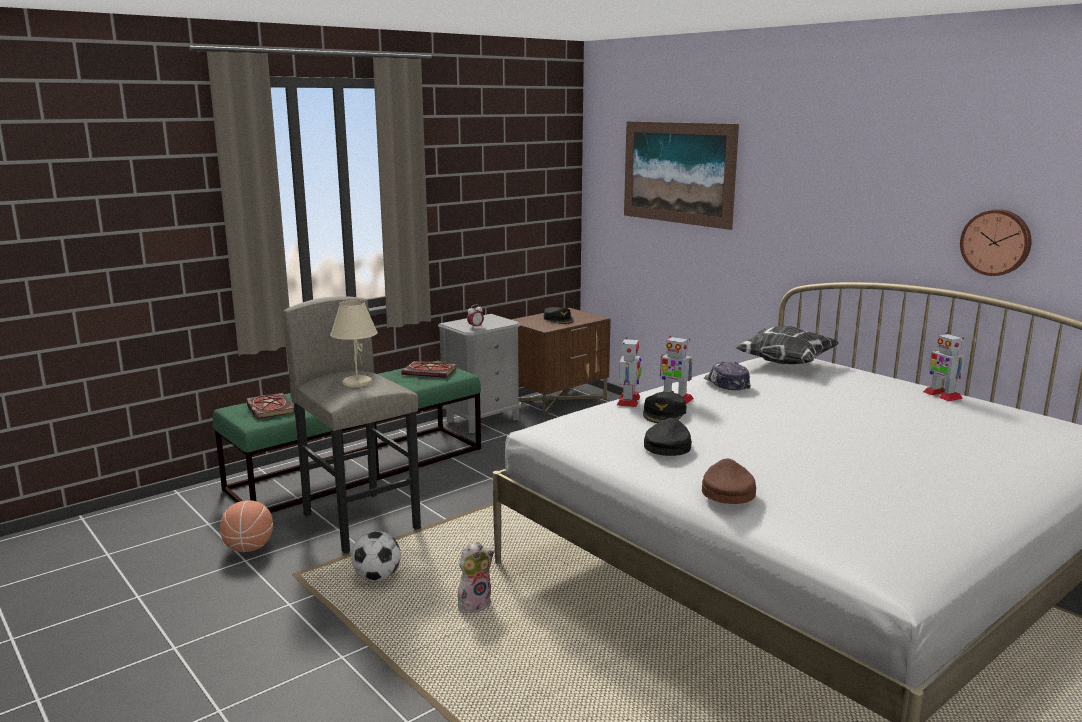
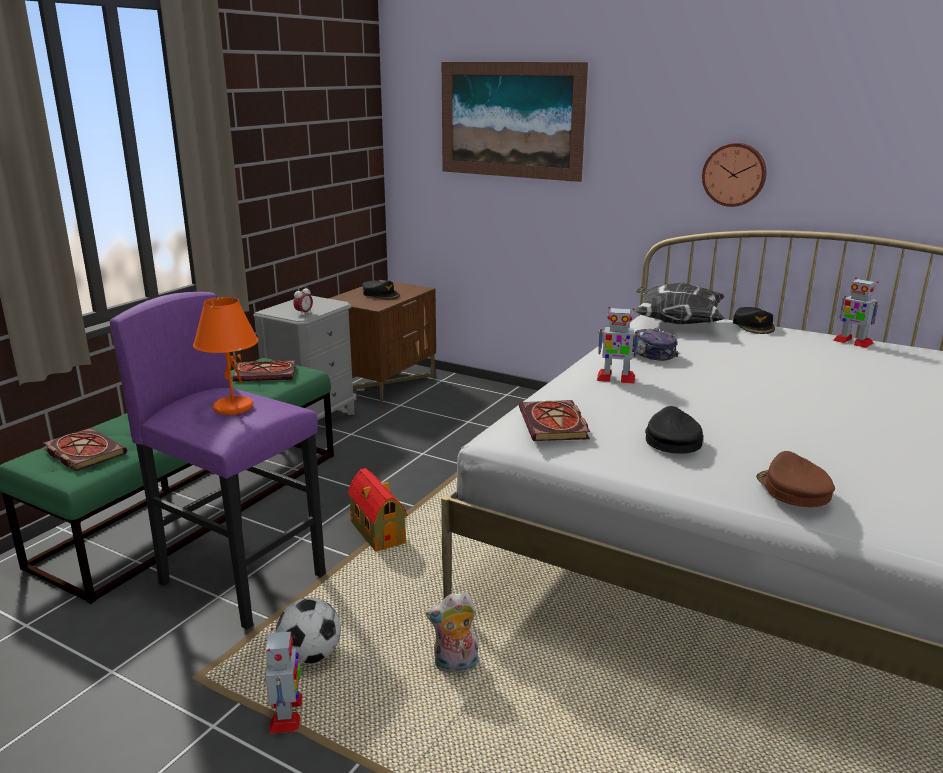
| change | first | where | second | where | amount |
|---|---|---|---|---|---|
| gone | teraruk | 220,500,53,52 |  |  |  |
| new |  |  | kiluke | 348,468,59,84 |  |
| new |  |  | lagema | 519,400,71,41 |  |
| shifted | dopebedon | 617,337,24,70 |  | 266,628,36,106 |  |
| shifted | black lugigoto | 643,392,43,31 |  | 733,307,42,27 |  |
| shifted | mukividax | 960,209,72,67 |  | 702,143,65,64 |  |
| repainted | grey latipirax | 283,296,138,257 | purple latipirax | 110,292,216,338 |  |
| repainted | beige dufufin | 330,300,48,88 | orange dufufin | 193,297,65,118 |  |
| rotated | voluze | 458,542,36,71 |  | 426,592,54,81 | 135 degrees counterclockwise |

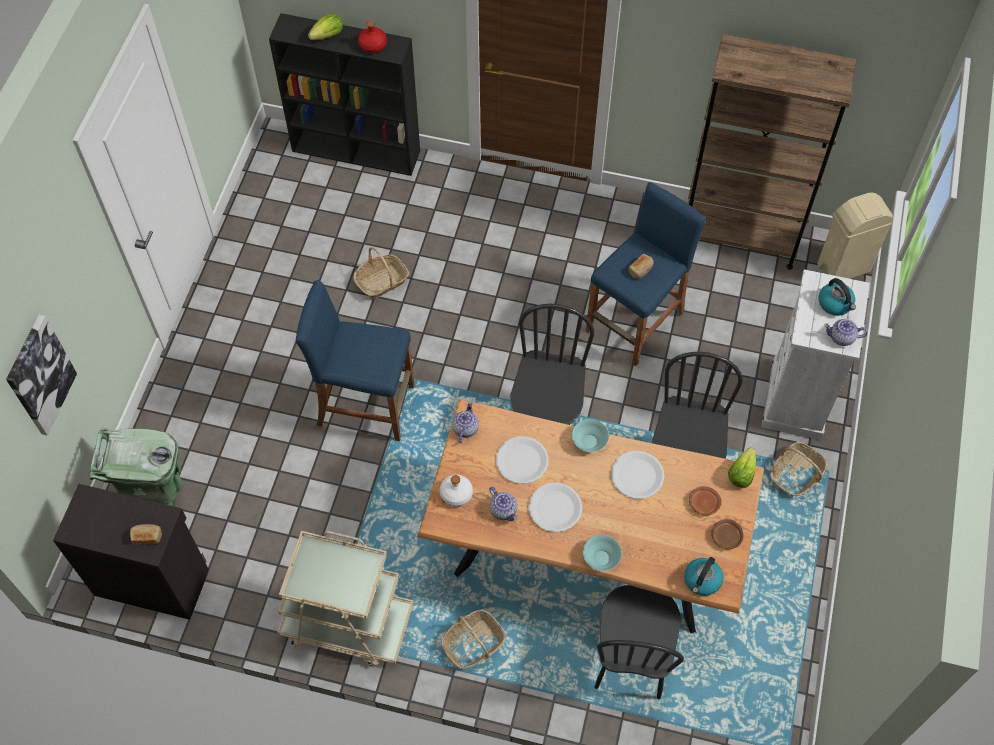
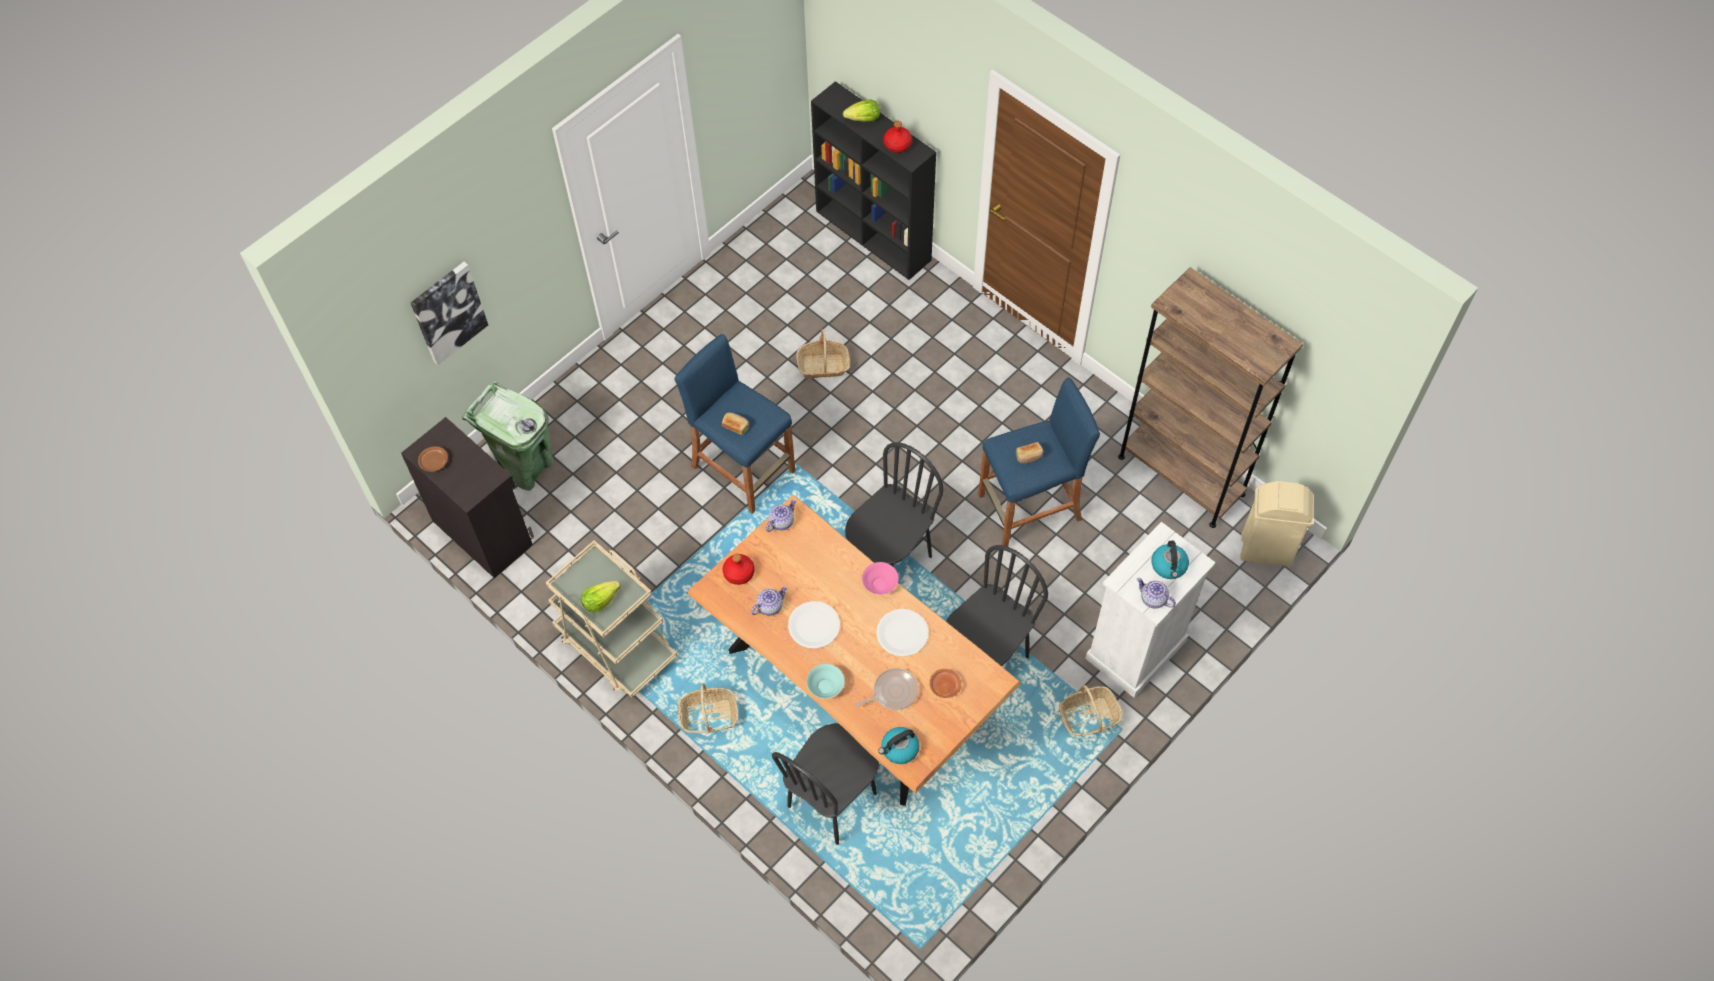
| change | first | where | second | where | amount |
|---|---|---|---|---|---|
| gone | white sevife | 496,436,53,48 |  |  |  |
| new |  |  | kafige | 855,668,63,42 |  |
| shifted | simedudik | 130,524,32,20 |  | 722,413,27,22 |  |
| shifted | brown sevife | 711,519,33,30 |  | 418,446,30,26 |  |
| shifted | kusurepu | 728,448,28,40 |  | 581,581,40,32 |  |
| repainted | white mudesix | 440,475,33,32 | red mudesix | 723,554,32,31 |  |
| repainted | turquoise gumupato | 572,419,37,33 | pink gumupato | 862,562,37,33 |  |
| rotated | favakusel | 489,487,29,34 |  | 751,586,37,30 | 120 degrees counterclockwise |

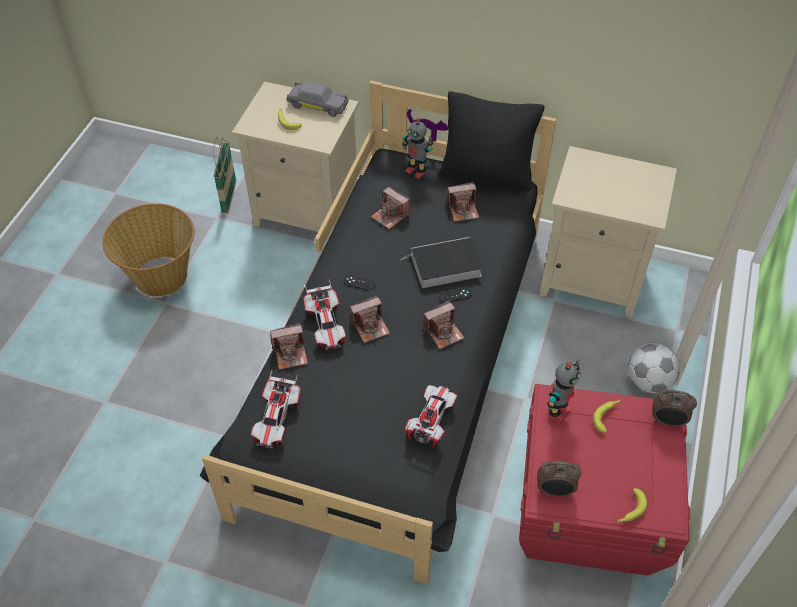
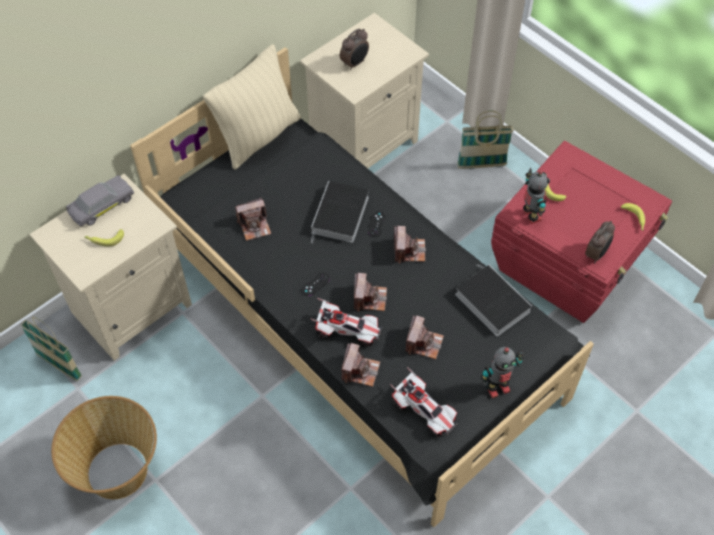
| change | first | where | second | where | amount |
|---|---|---|---|---|---|
| shifted | dopebedon | 402,118,32,61 |  | 481,347,43,51 |  |
| shifted | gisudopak | 446,182,33,40 |  | 406,315,38,44 |  |
| shifted | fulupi | 652,390,45,38 |  | 340,29,29,41 |  |
| swapped | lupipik | 405,384,52,65 | lagema | 455,264,77,72 |  |
| swapped | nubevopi | 628,343,52,50 | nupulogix | 457,111,57,58 |  |
| repainted | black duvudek | 439,91,105,101 | beige duvudek | 203,44,98,126 |  |

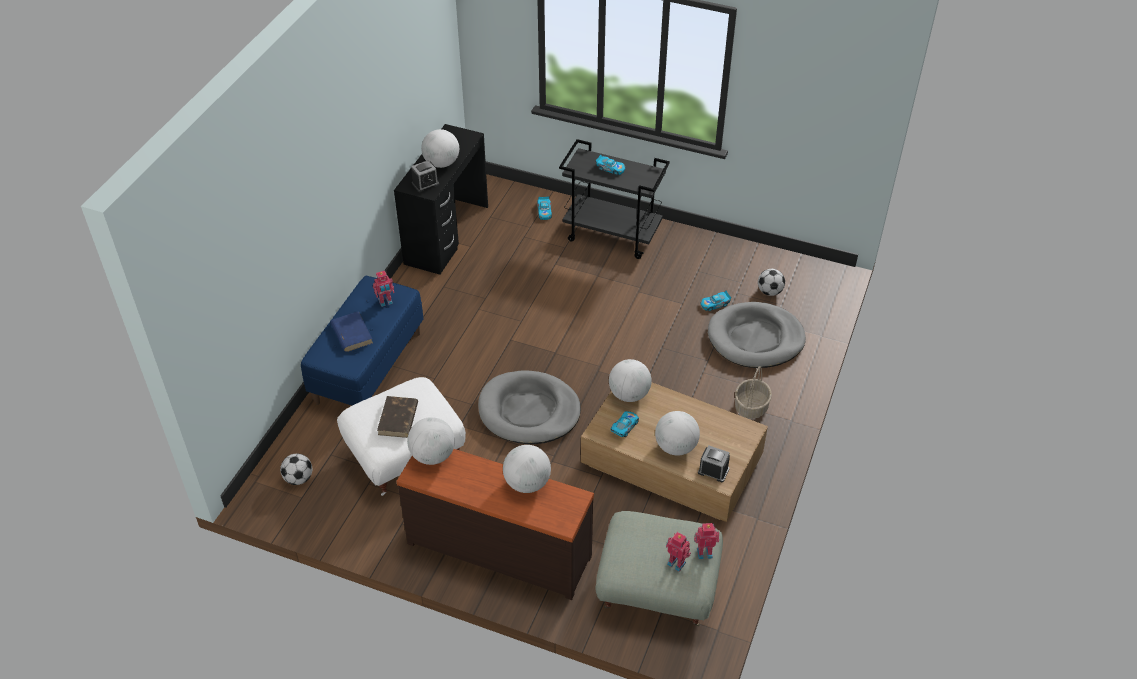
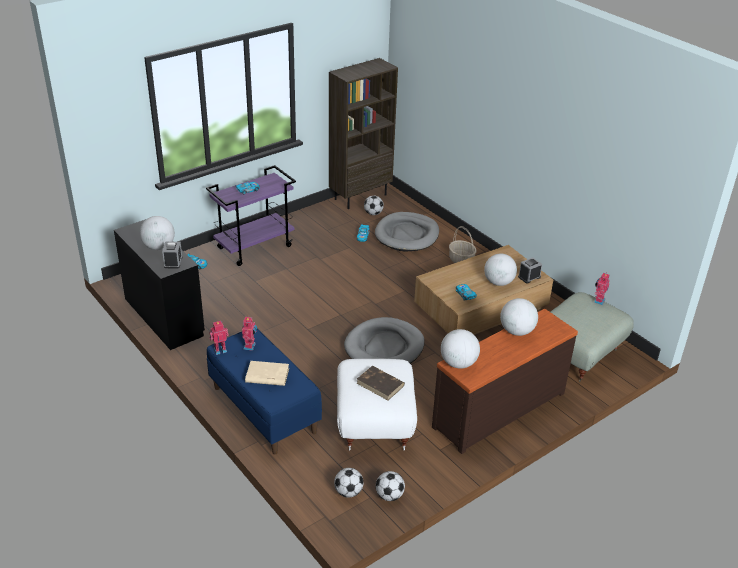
| change | first | where | second | where | amount |
|---|---|---|---|---|---|
| gone | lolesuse | 609,359,43,43 |  |  |  |
| new |  |  | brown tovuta | 329,58,69,151 |  |
| new |  |  | nubevopi | 376,471,29,30 |  |
| shifted | dopebedon | 666,532,25,39 |  | 209,321,20,34 |  |
| repainted | blue lagema | 330,311,43,41 | beige lagema | 245,361,44,25 |  |
| repainted | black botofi | 559,139,111,120 | purple botofi | 206,165,90,101 |  |

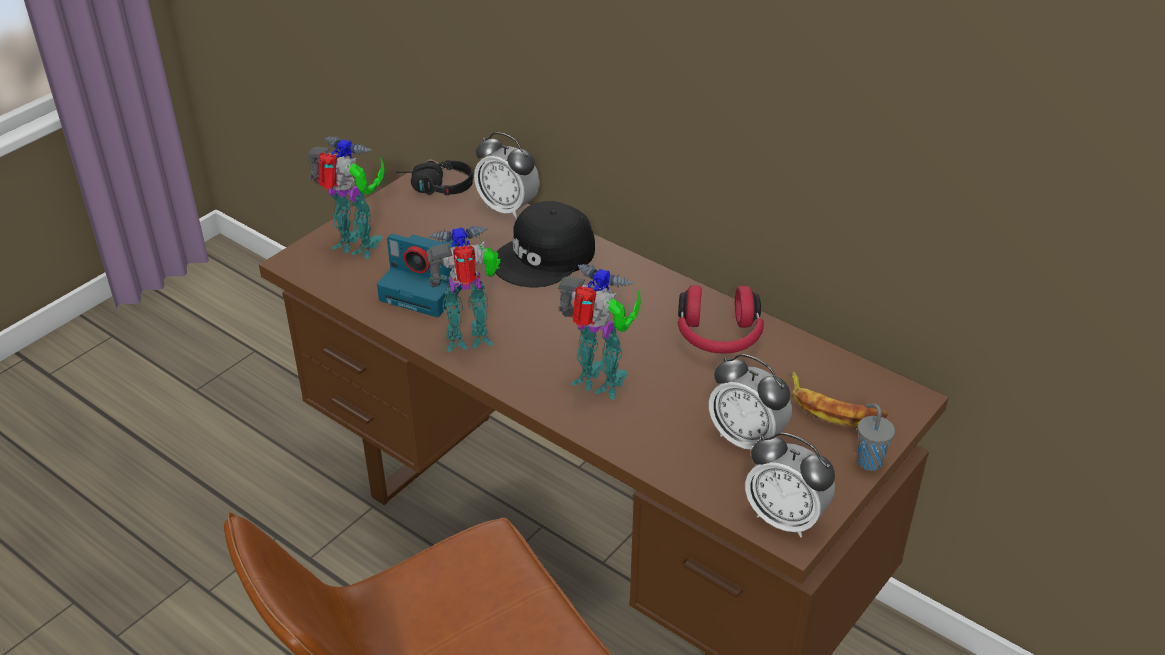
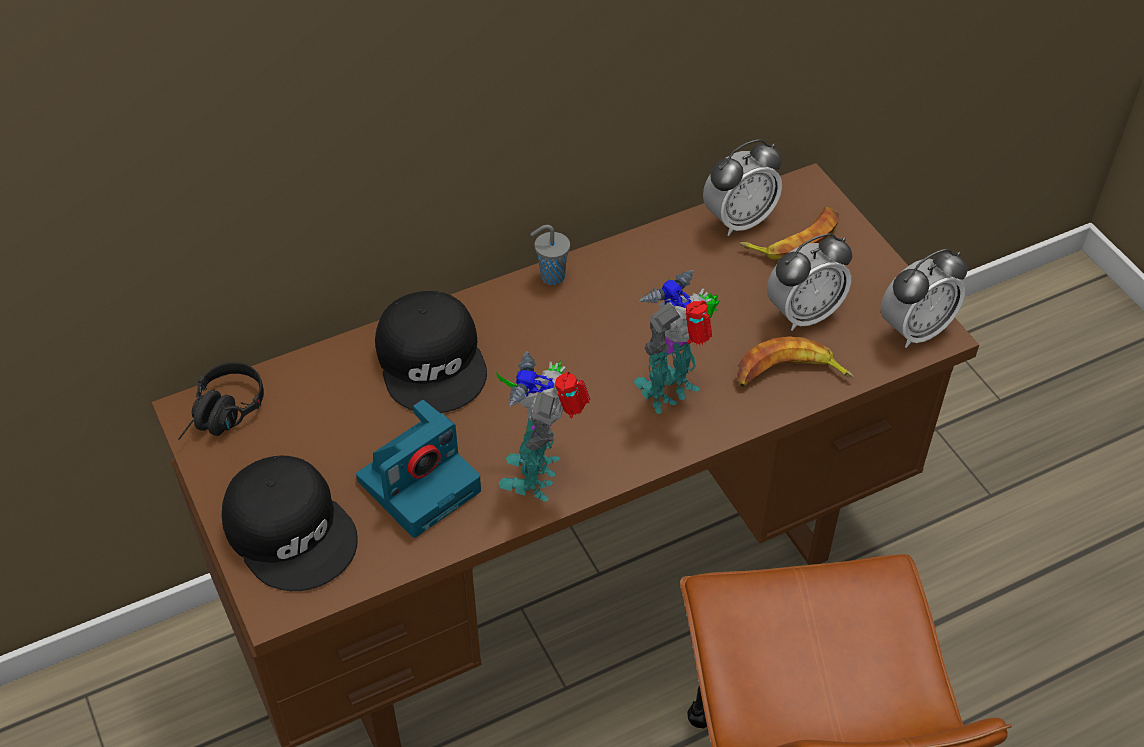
| change | first | where | second | where | amount |
|---|---|---|---|---|---|
| gone | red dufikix | 678,285,86,69 |  |  |  |
| new |  |  | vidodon | 737,336,118,51 |  |
| shifted | fulupi | 474,132,66,87 |  | 703,139,79,97 |  |
| shifted | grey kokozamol | 857,403,38,68 |  | 530,225,40,60 |  |
| swapped | dopebedon | 306,136,79,123 | black lugigoto | 222,456,136,135 |  |

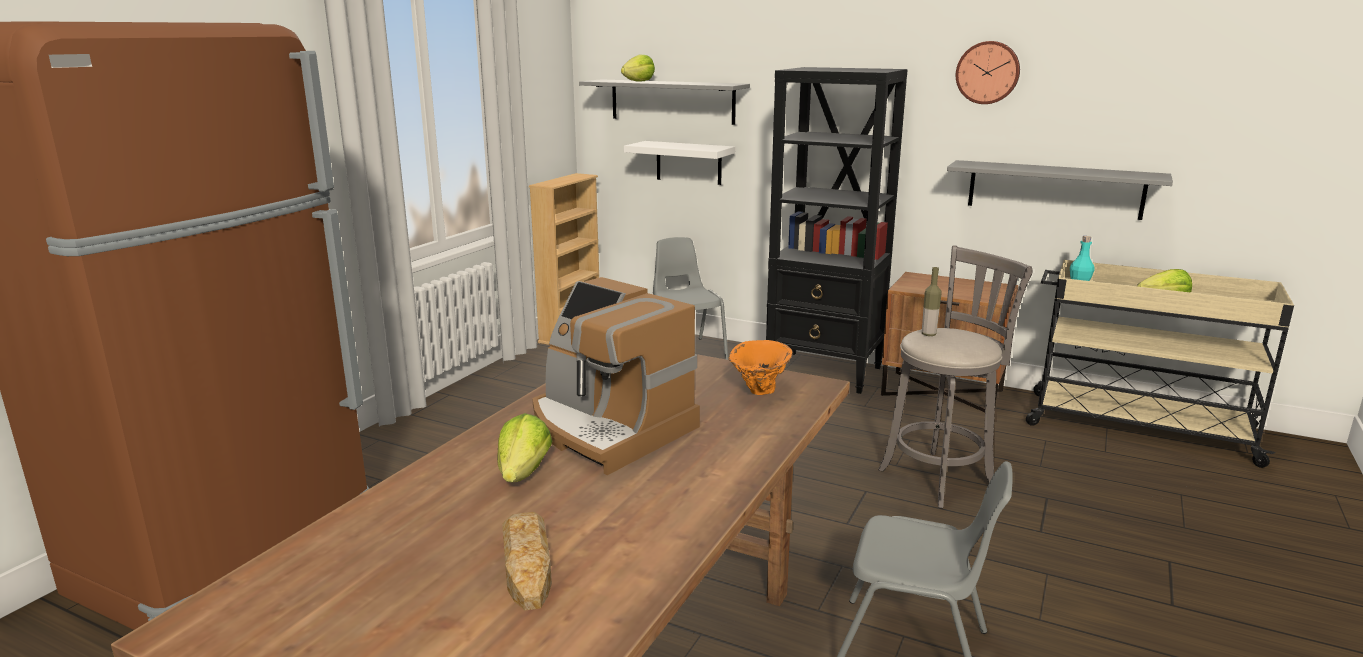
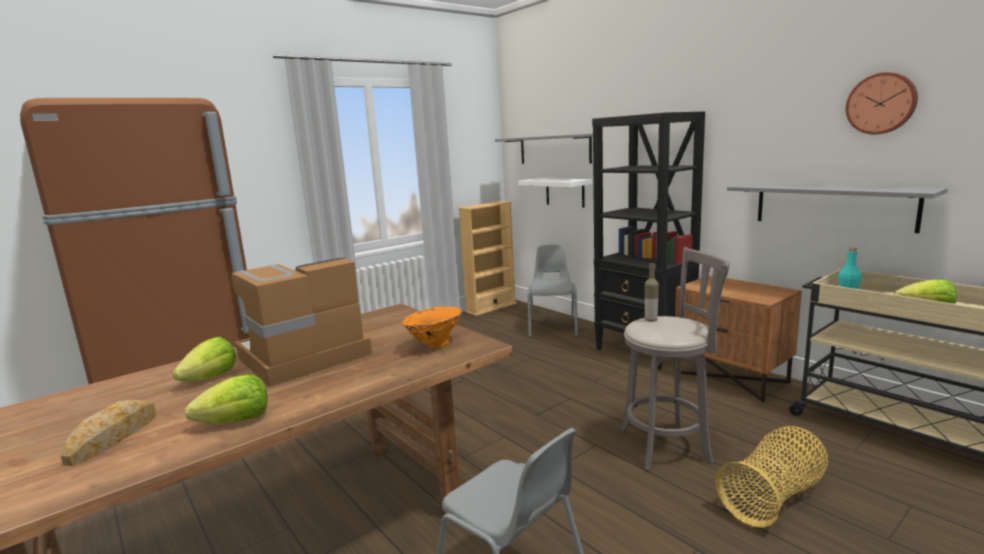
| change | first | where | second | where | amount |
|---|---|---|---|---|---|
| new |  |  | nupulogix | 715,426,113,102 |  |
| shifted | kusurepu | 621,54,34,27 |  | 185,374,83,50 |  |
| shifted | mukividax | 956,41,64,63 |  | 846,72,72,63 |  |
| rotated | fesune | 532,277,168,198 |  | 232,257,140,130 | 75 degrees clockwise |

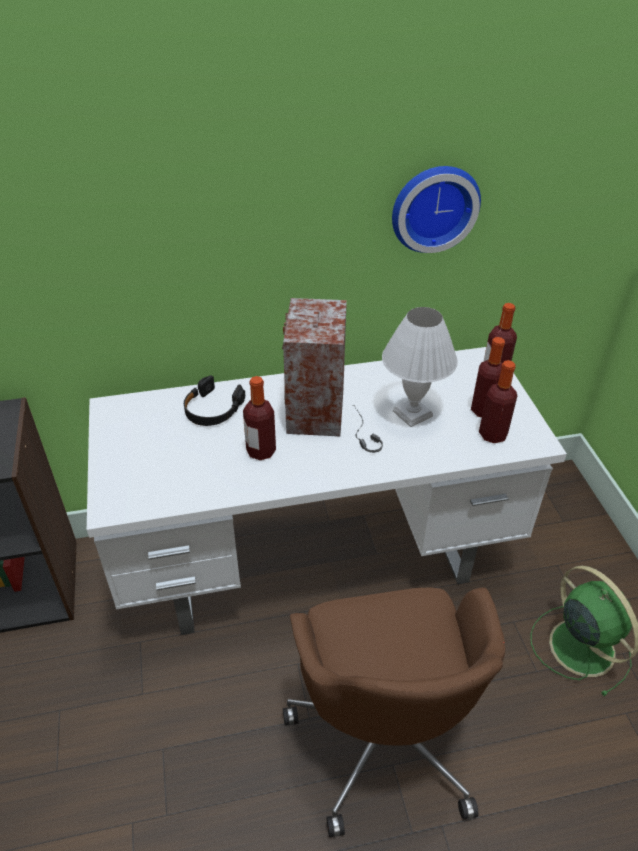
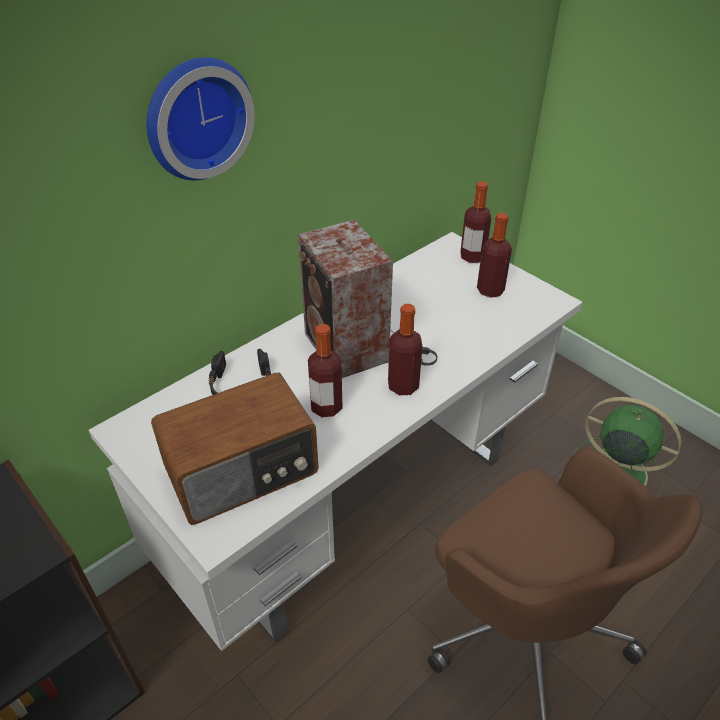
| change | first | where | second | where | amount |
|---|---|---|---|---|---|
| gone | white dufufin | 382,307,76,120 |  |  |  |
| new |  |  | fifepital | 151,373,168,152 |  |
| shifted | mukividax | 392,166,89,87 |  | 147,57,108,124 |  |
| shifted | mudesix | 479,360,38,83 |  | 388,304,34,91 |  |

